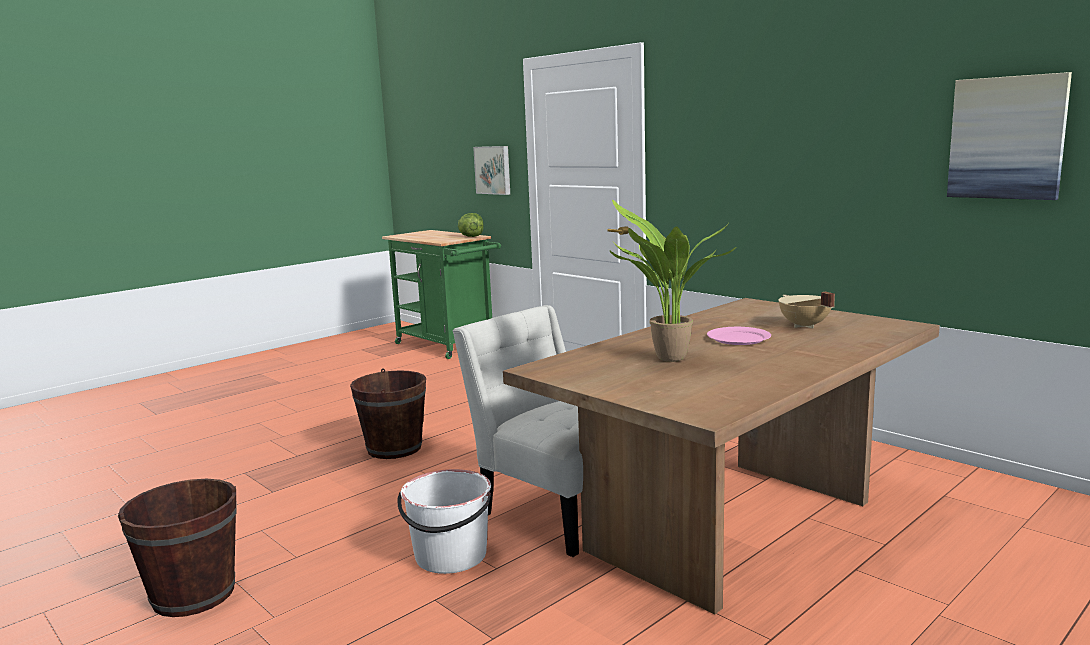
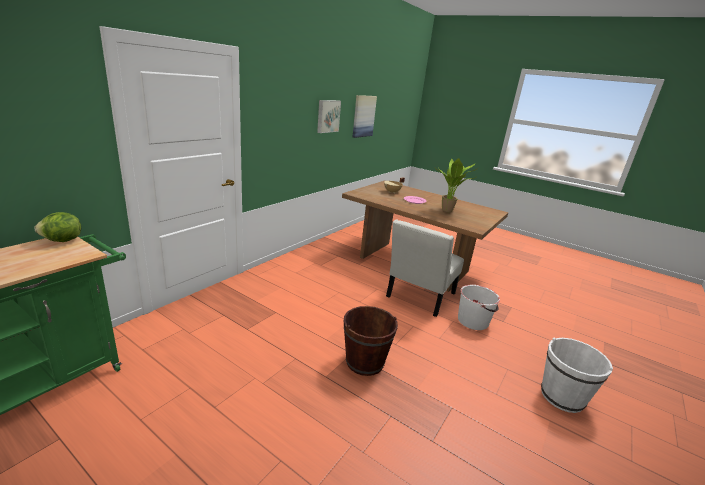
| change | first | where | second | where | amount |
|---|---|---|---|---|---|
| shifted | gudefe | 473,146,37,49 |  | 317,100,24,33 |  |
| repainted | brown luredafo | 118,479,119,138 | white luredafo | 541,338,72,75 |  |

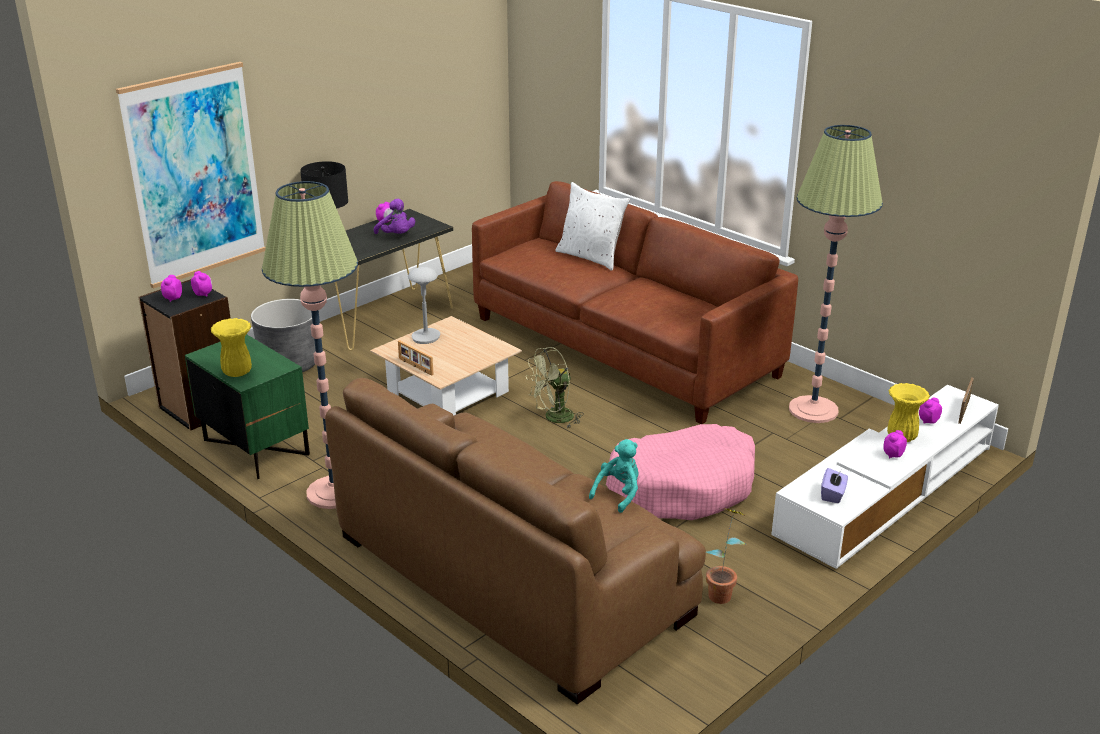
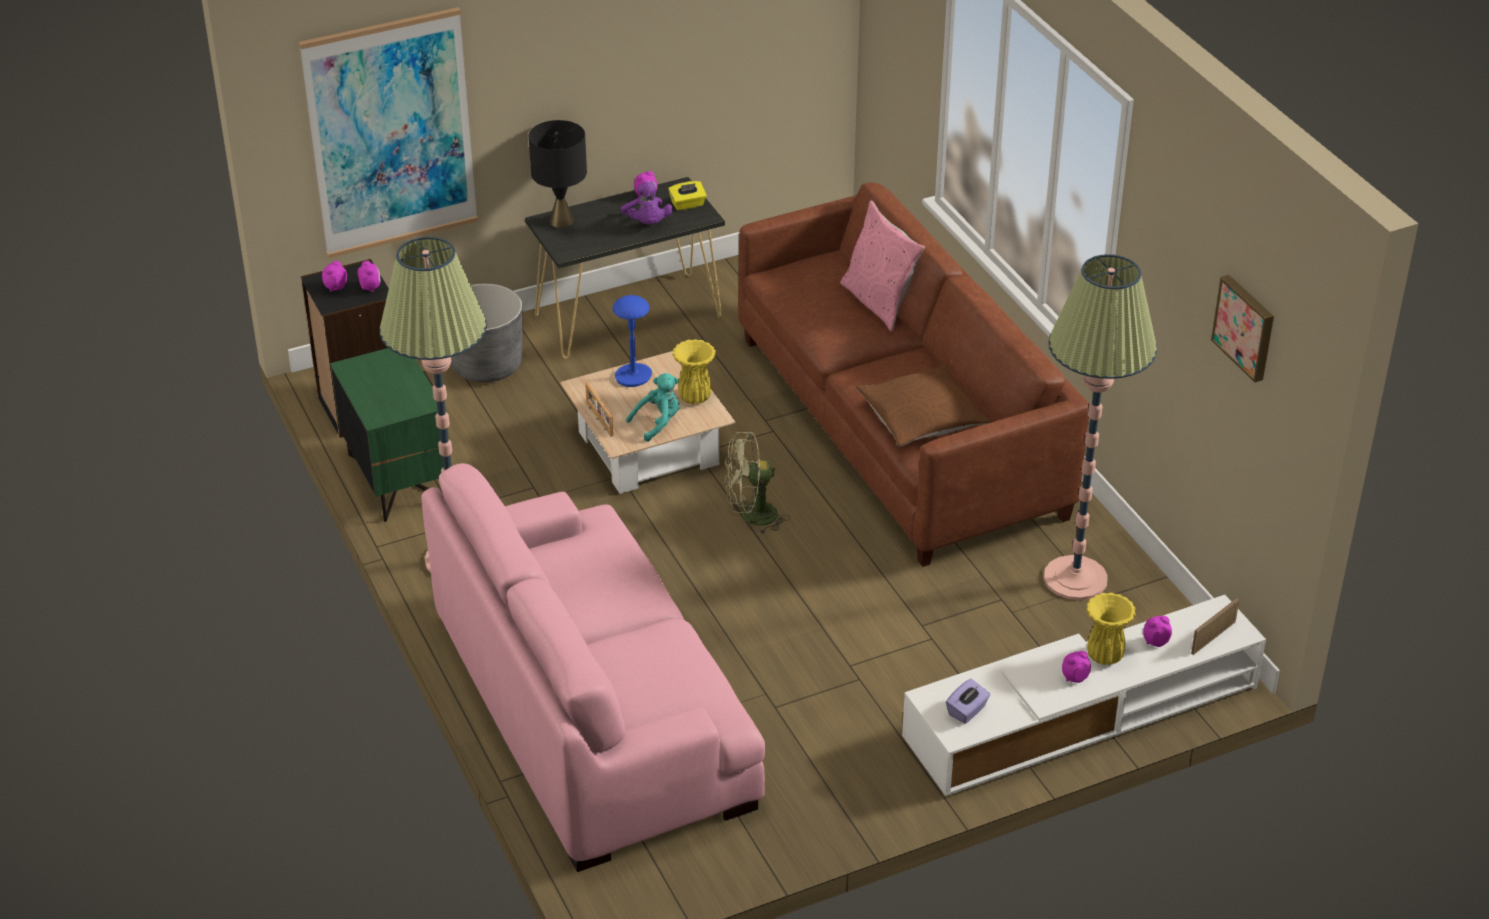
| change | first | where | second | where | amount |
|---|---|---|---|---|---|
| gone | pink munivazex | 606,424,149,96 |  |  |  |
| gone | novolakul | 706,509,40,95 |  |  |  |
| new |  |  | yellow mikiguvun | 668,181,39,30 |  |
| new |  |  | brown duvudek | 856,364,135,83 |  |
| new |  |  | gudefe | 1211,275,63,107 |  |
| shifted | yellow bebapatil | 211,318,41,59 |  | 672,339,44,65 |  |
| shifted | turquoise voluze | 589,439,49,74 |  | 626,373,54,69 |  |
| repainted | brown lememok | 325,378,381,326 | pink lememok | 421,463,344,409 |  |
| repainted | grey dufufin | 408,267,33,77 | blue dufufin | 612,295,40,92 |  |
| repainted | white duvudek | 555,182,75,89 | pink duvudek | 840,201,85,130 |  |

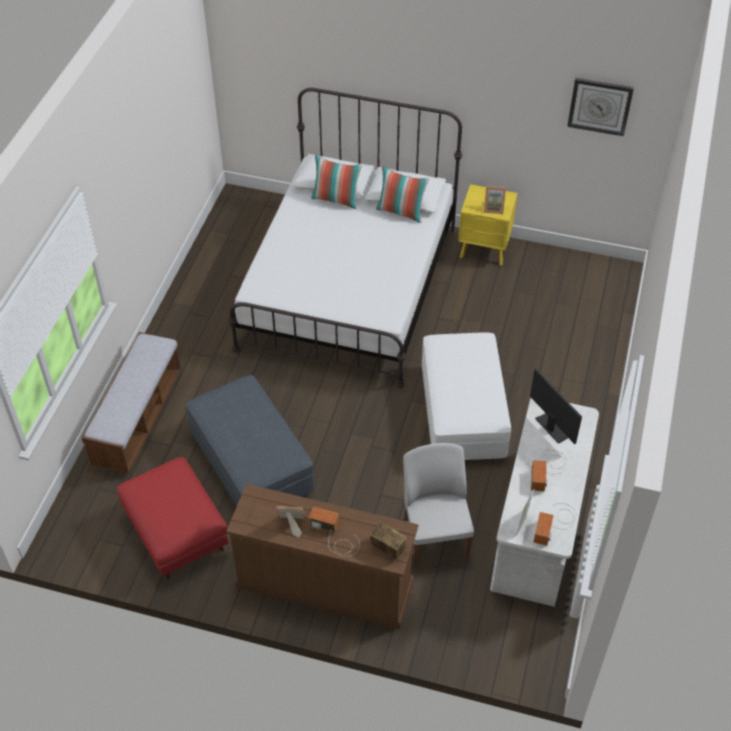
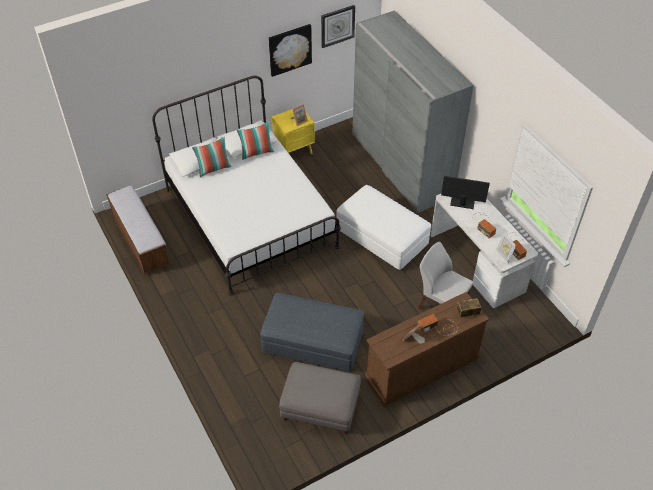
| change | first | where | second | where | amount |
|---|---|---|---|---|---|
| new |  |  | gudefe | 269,24,43,53 |  |
| new |  |  | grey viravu | 352,10,122,203 |  |
| shifted | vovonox | 82,332,100,142 |  | 106,185,64,90 |  |
| repainted | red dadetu | 117,457,112,122 | grey dadetu | 279,362,82,72 |  |

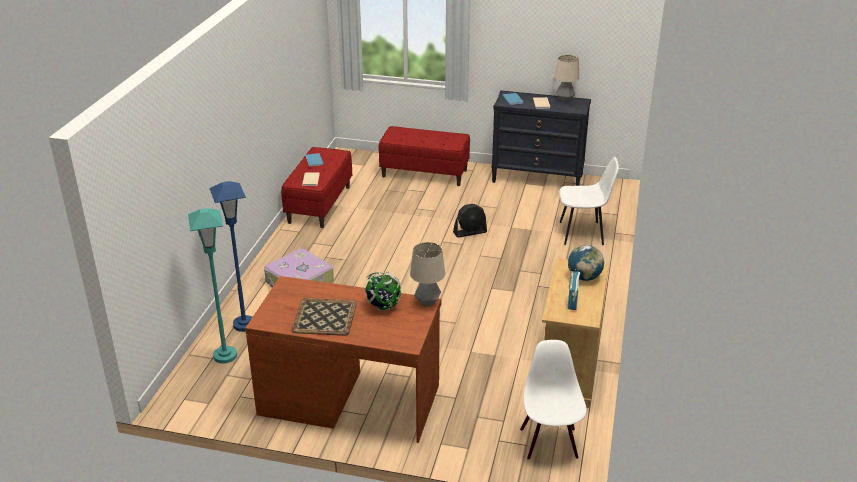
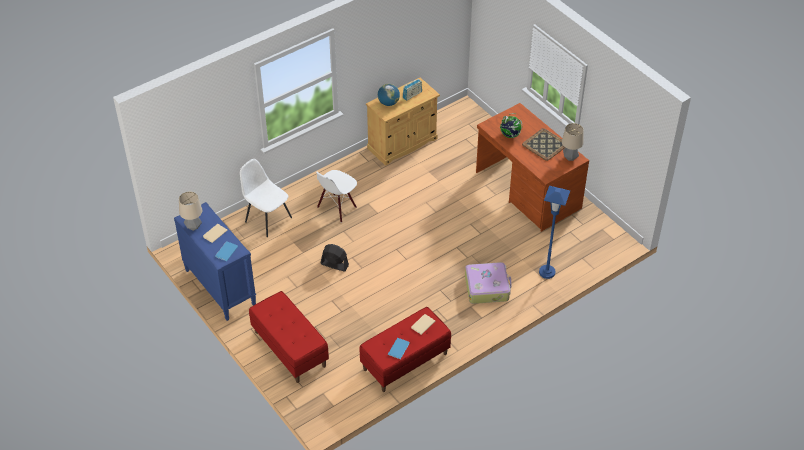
| change | first | where | second | where | amount |
|---|---|---|---|---|---|
| gone | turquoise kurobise | 188,208,49,156 |  |  |  |
| shifted | dufufin | 410,242,35,65 |  | 562,123,21,38 |  |
| shifted | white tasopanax | 520,340,66,120 |  | 316,170,41,53 |  |
| repainted | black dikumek | 491,91,100,95 | blue dikumek | 174,202,82,119 |  |

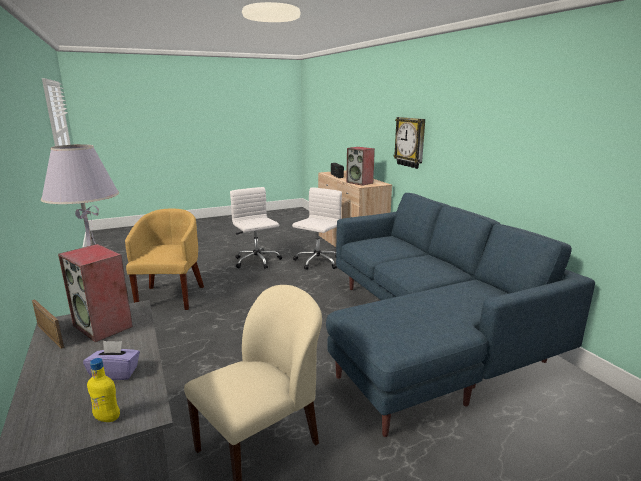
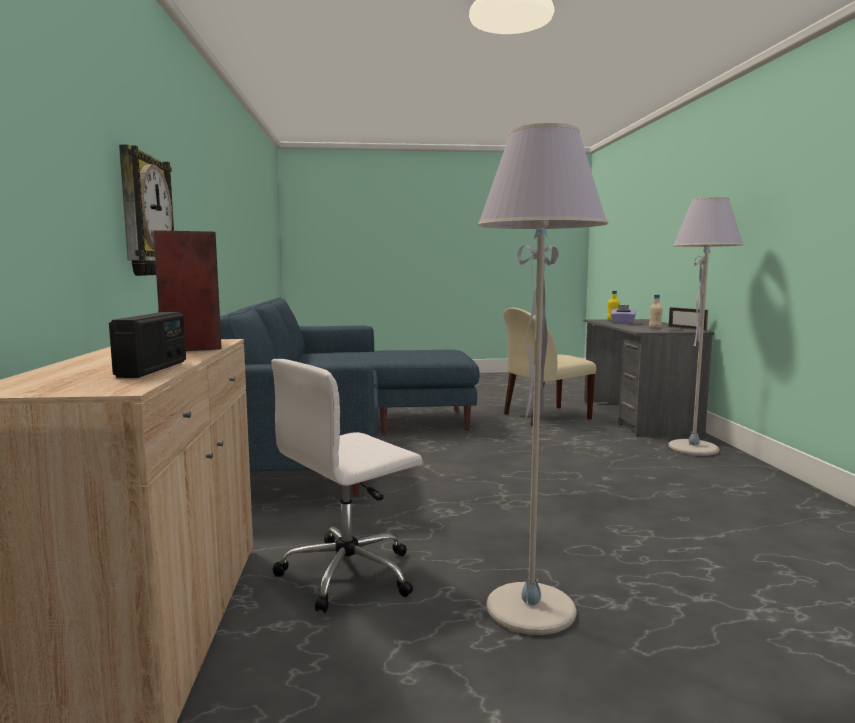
| change | first | where | second | where | amount |
|---|---|---|---|---|---|
| gone | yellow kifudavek | 125,208,79,102 |  |  |  |
| swapped | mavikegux | 58,244,75,98 | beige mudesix | 649,294,14,36 |  |
| swapped | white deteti | 230,187,52,82 | grey kurobise | 477,123,132,512 |  |

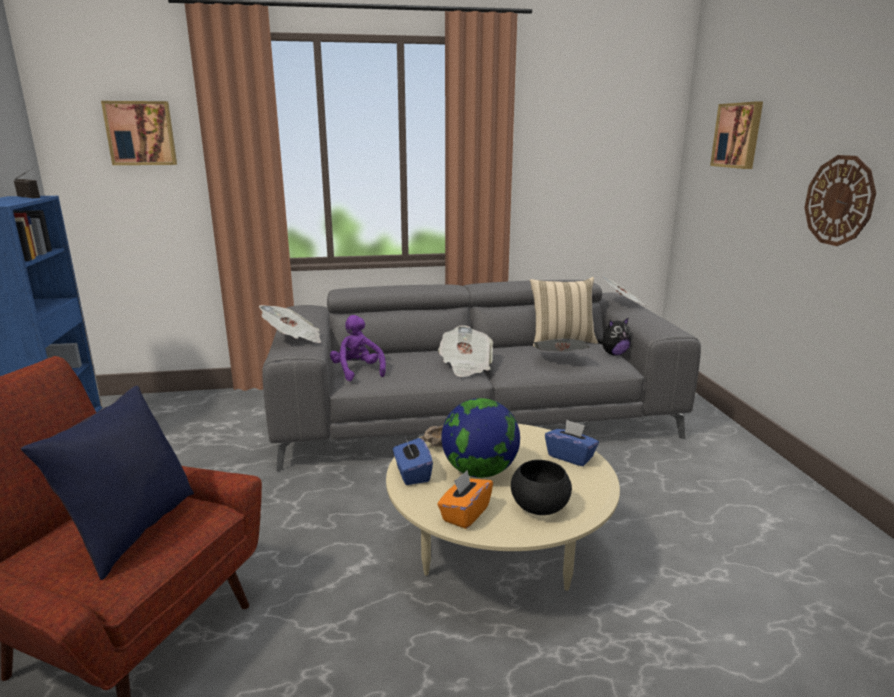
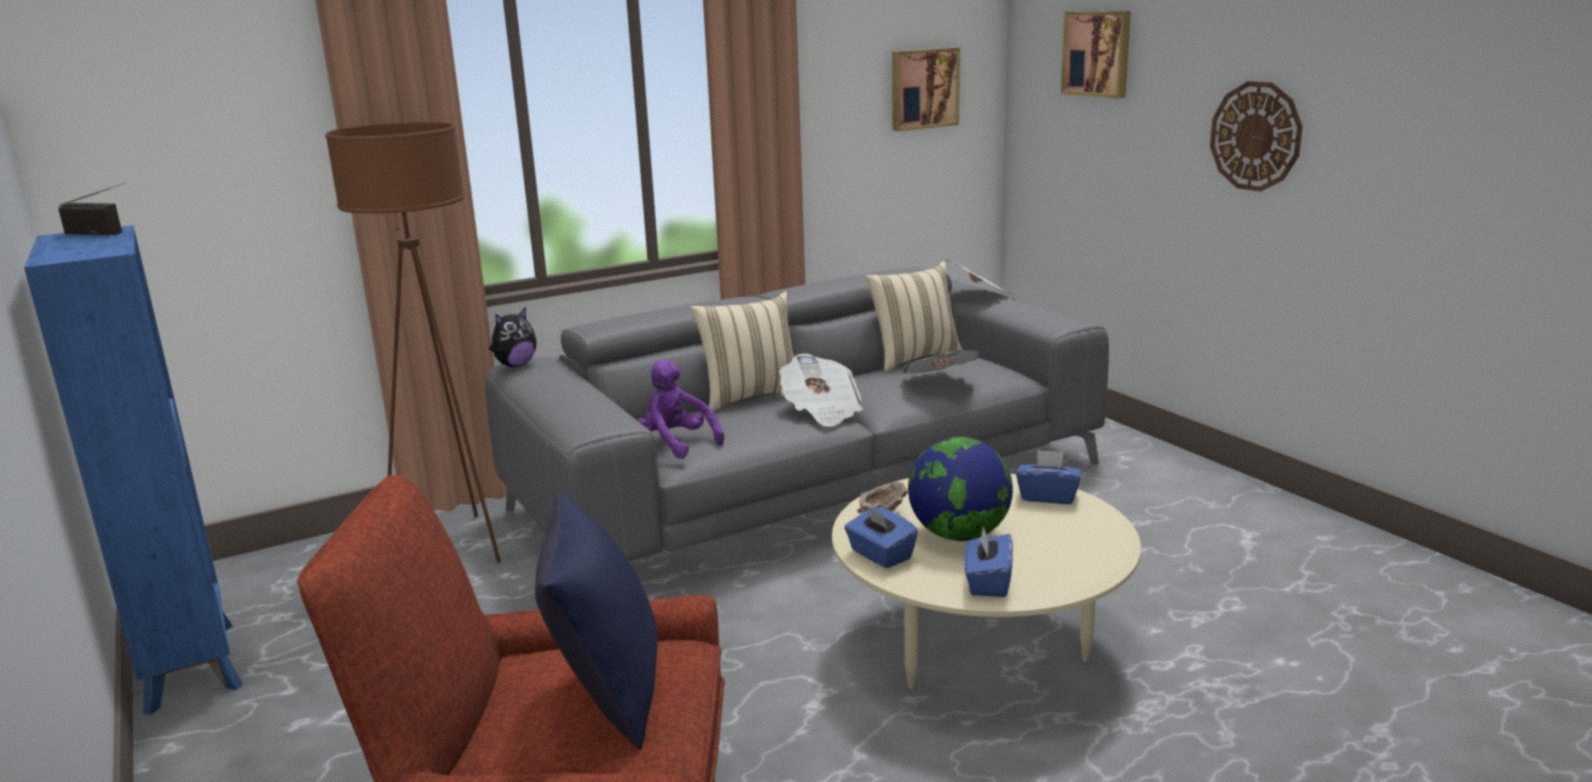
| change | first | where | second | where | amount |
|---|---|---|---|---|---|
| gone | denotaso | 259,305,62,38 |  |  |  |
| gone | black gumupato | 511,460,61,55 |  |  |  |
| new |  |  | brown kurobise | 325,122,176,441 |  |
| new |  |  | beige duvudek | 690,291,104,120 |  |
| shifted | gudefe | 101,101,76,64 |  | 892,47,68,84 |  |
| shifted | voluze | 598,317,33,39 |  | 489,307,48,60 |  |
| repainted | orange mikiguvun | 437,470,56,59 | blue mikiguvun | 965,526,48,71 |  |

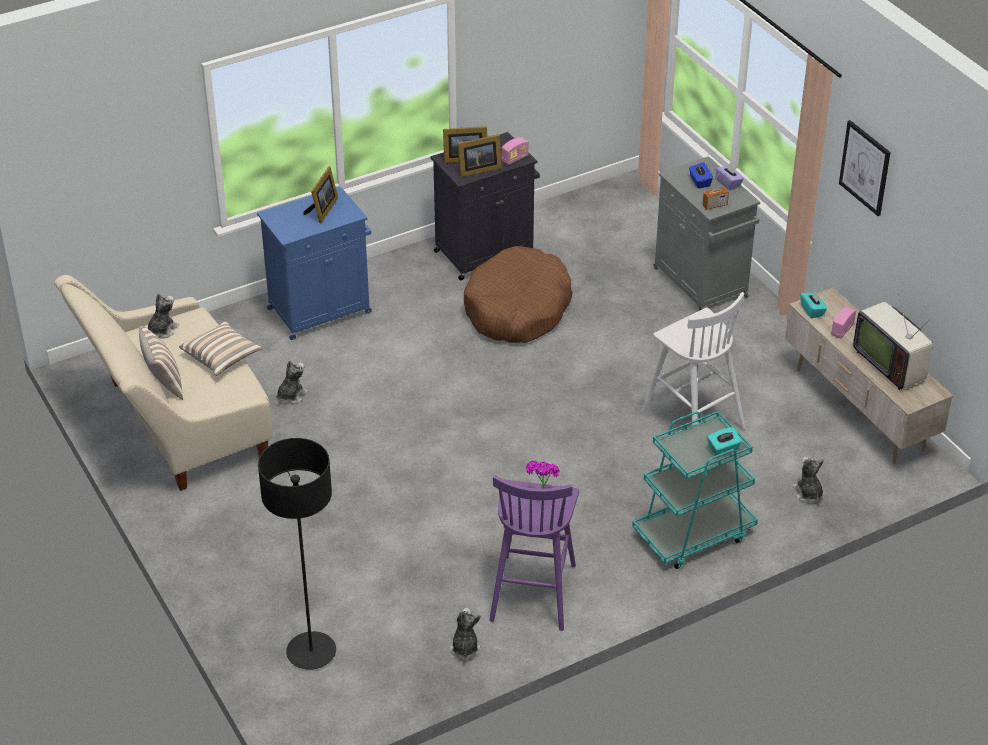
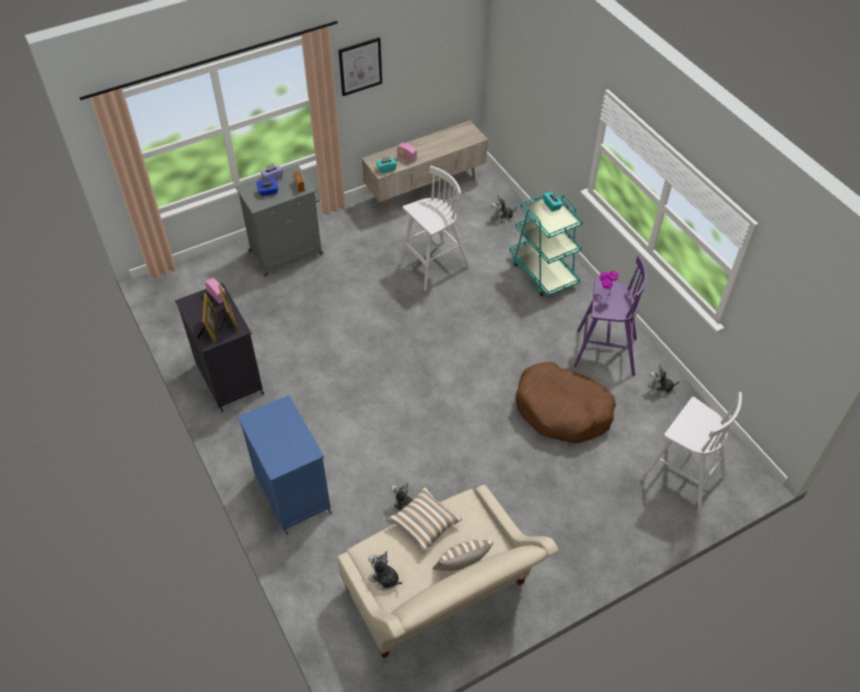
| change | first | where | second | where | amount |
|---|---|---|---|---|---|
| gone | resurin | 303,166,35,57 |  |  |  |
| gone | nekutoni | 853,294,80,96 |  |  |  |
| shifted | brown munivazex | 464,246,109,97 |  | 516,362,100,82 |  |
| swapped | black kurobise | 258,438,78,232 | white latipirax | 640,392,102,123 |  |

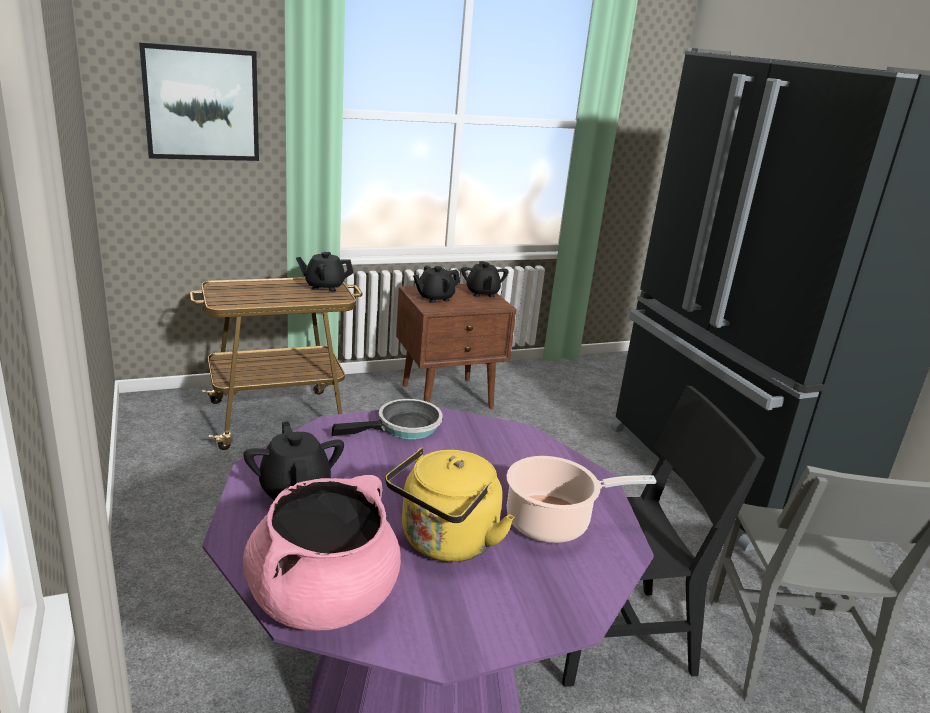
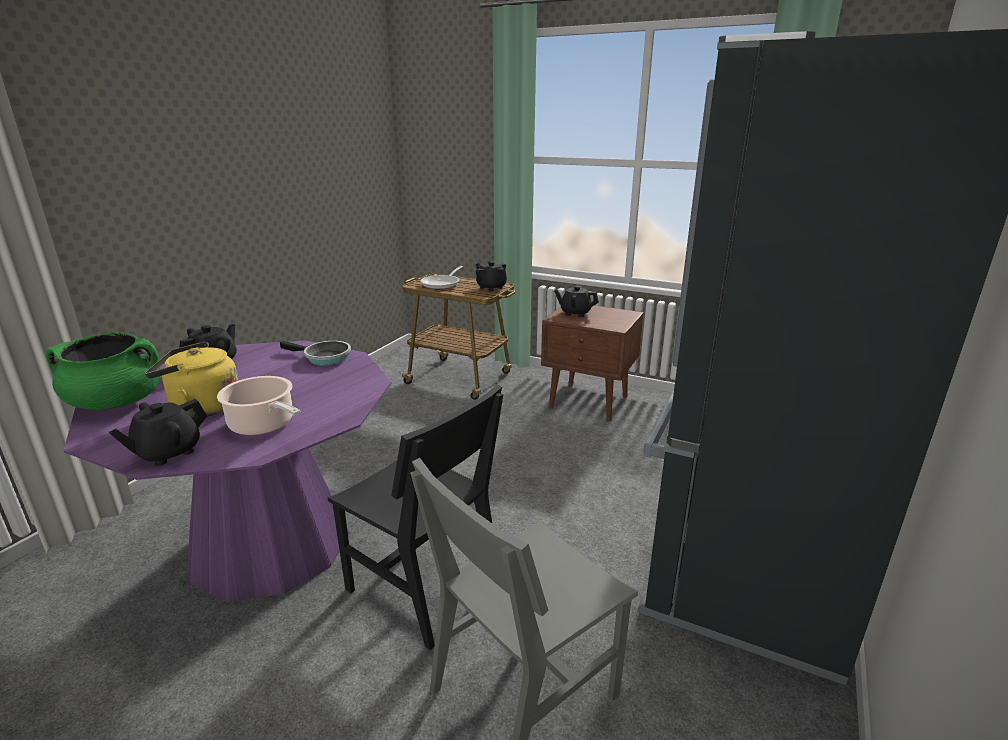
| change | first | where | second | where | amount |
|---|---|---|---|---|---|
| gone | gudefe | 139,42,120,119 |  |  |  |
| new |  |  | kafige | 421,266,42,23 |  |
| shifted | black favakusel | 461,261,48,36 |  | 109,399,98,67 |  |
| repainted | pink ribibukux | 243,475,158,156 | green ribibukux | 46,332,115,78 |  |

